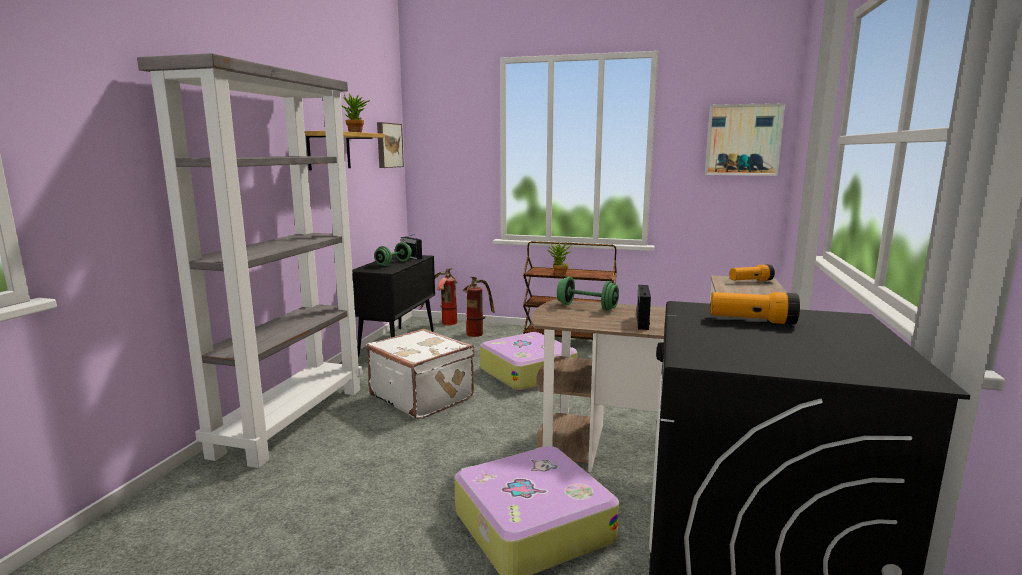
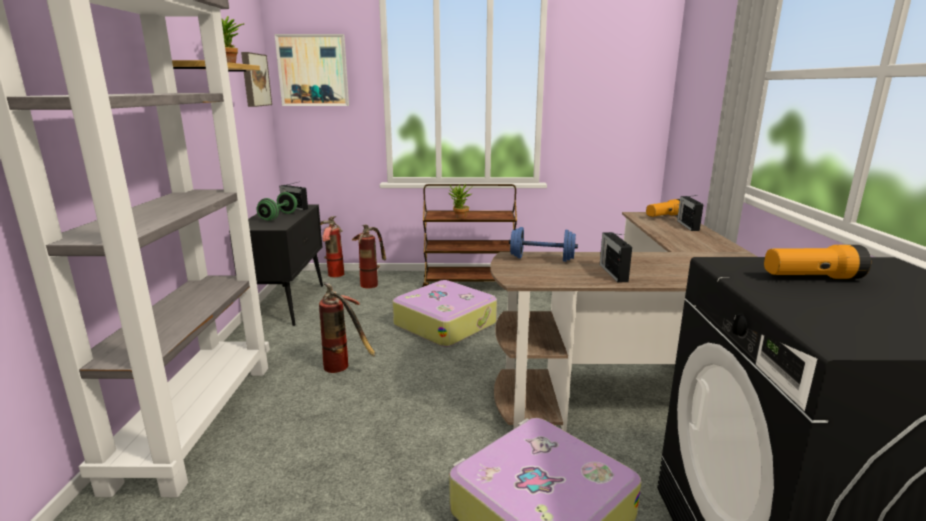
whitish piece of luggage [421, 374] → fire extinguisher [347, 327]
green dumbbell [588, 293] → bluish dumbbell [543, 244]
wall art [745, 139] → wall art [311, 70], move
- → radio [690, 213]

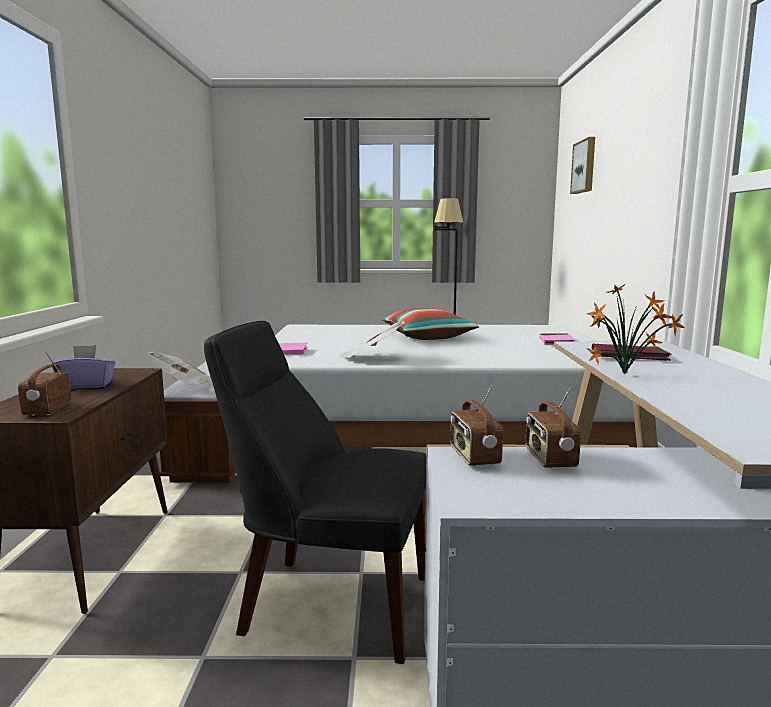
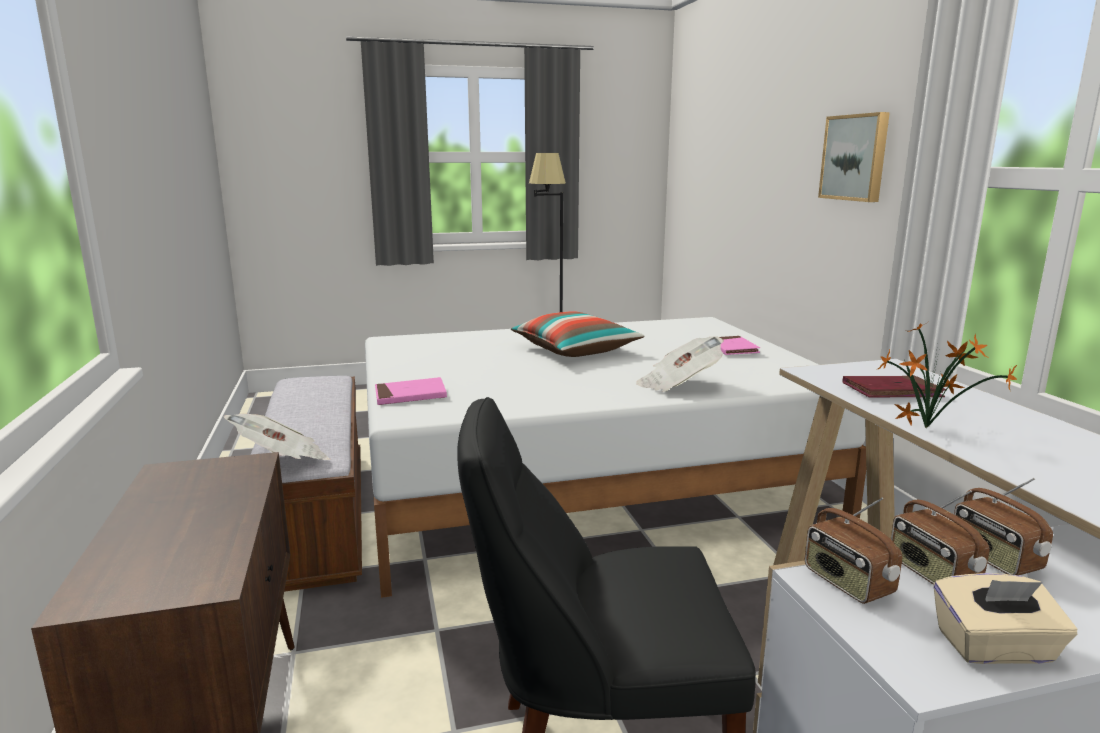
radio [44, 383] → radio [1003, 526], move
purple-coloured tissue holder [83, 367] → -
daily paper [372, 340] → daily paper [680, 364], move
wall art [582, 165] → wall art [854, 157], move
- → beige tissue holder [1005, 618]

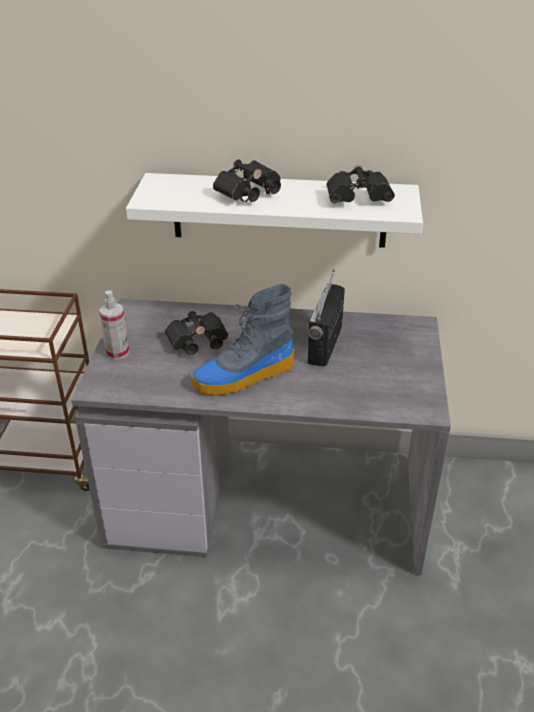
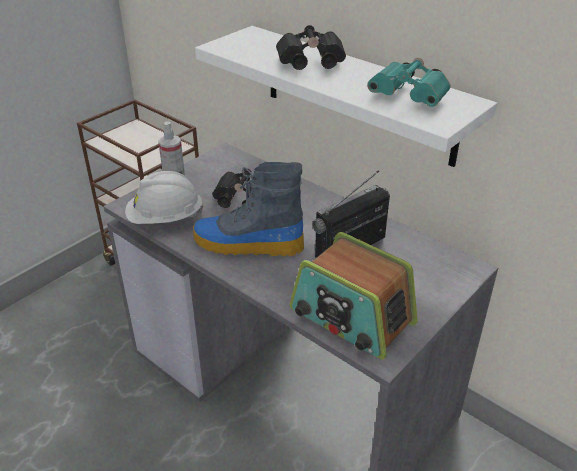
black-coloured binoculars [360, 184] → turquoise-coloured binoculars [408, 82]
- → whitish safety helmet [164, 197]
- → radio [354, 296]

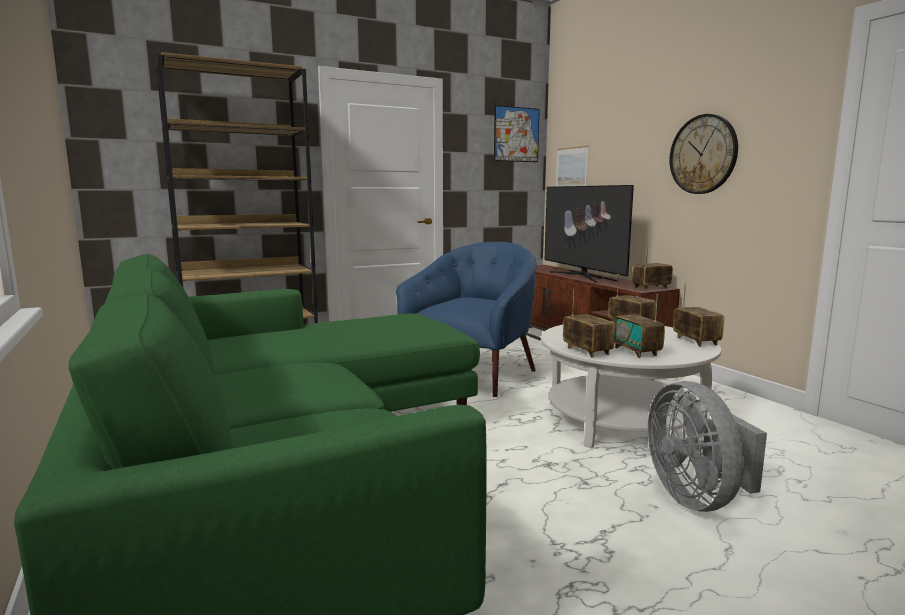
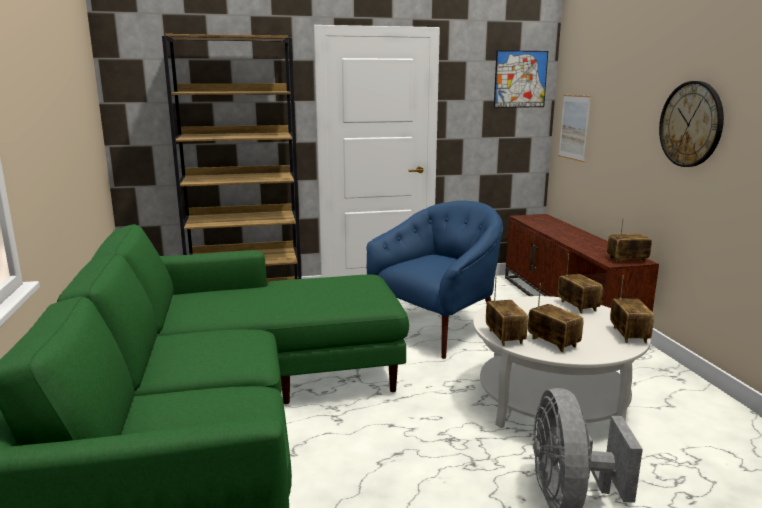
TV set [589, 234] → -
radio [638, 326] → radio [555, 317], 150 degrees clockwise

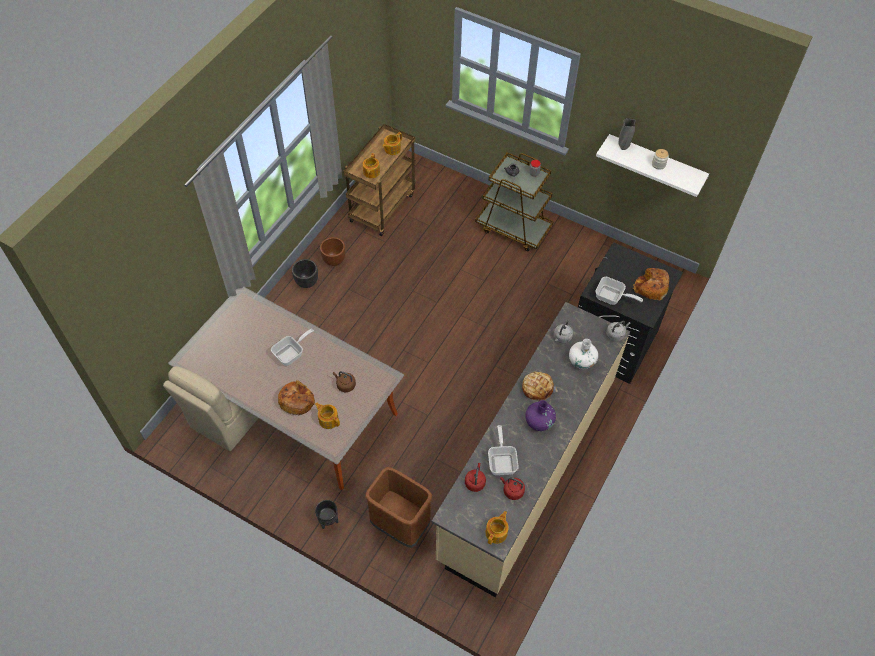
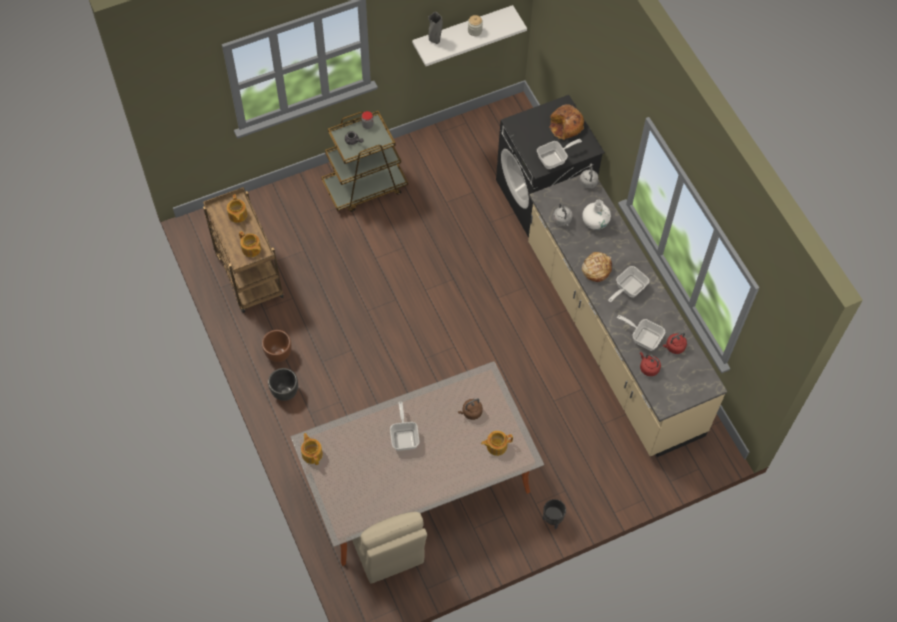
baked bread [296, 398] → -
brown-coloured trash can [398, 507] → -
teapot [497, 528] → teapot [312, 449], move
purple-coloured vase [540, 415] → frying pan [629, 284]

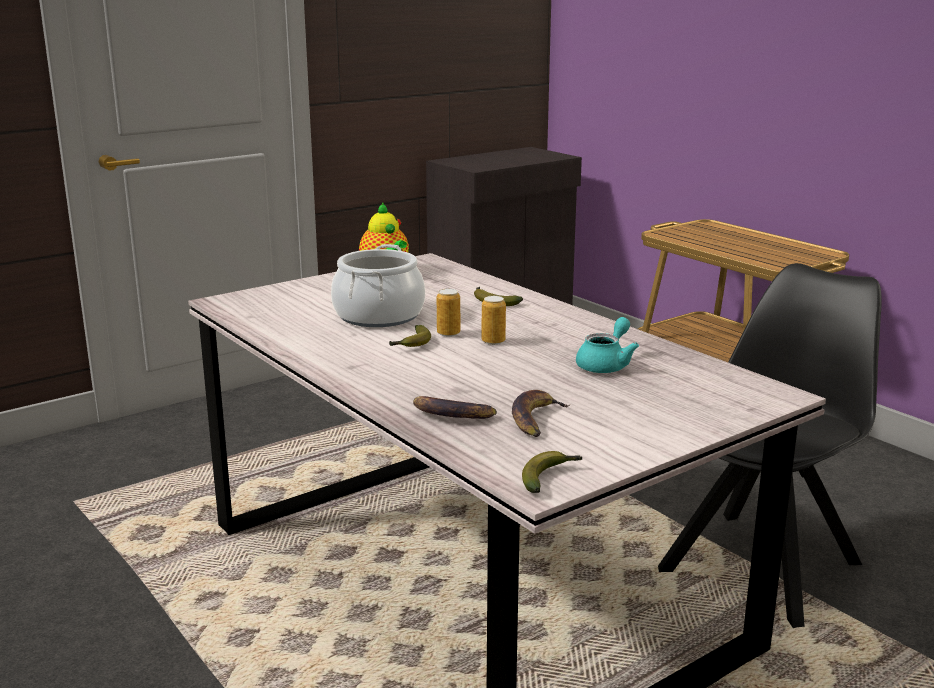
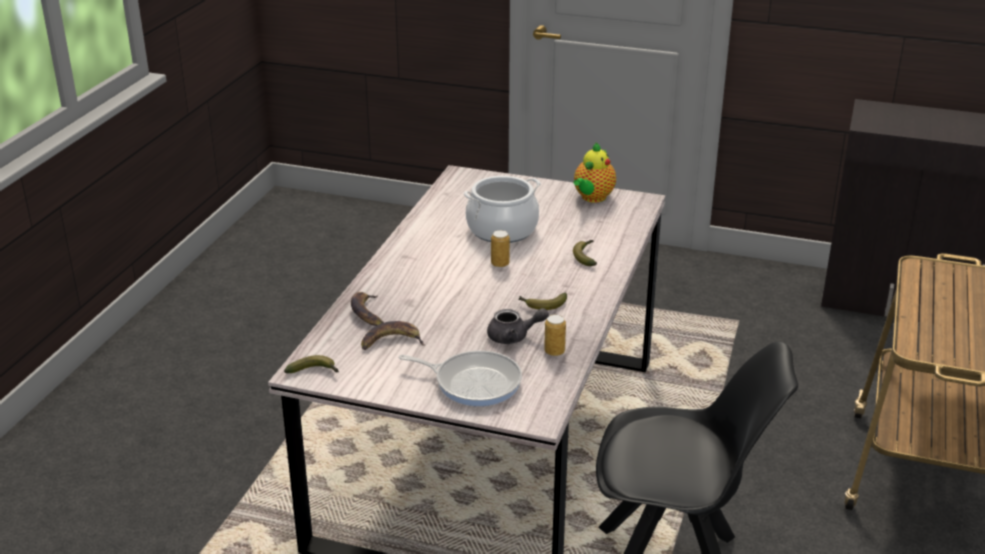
banana [410, 336] → banana [542, 301], move
metal can [494, 320] → metal can [555, 335], move
turquoise-coloured teapot [607, 345] → gray teapot [518, 326]
- → frying pan [460, 378]

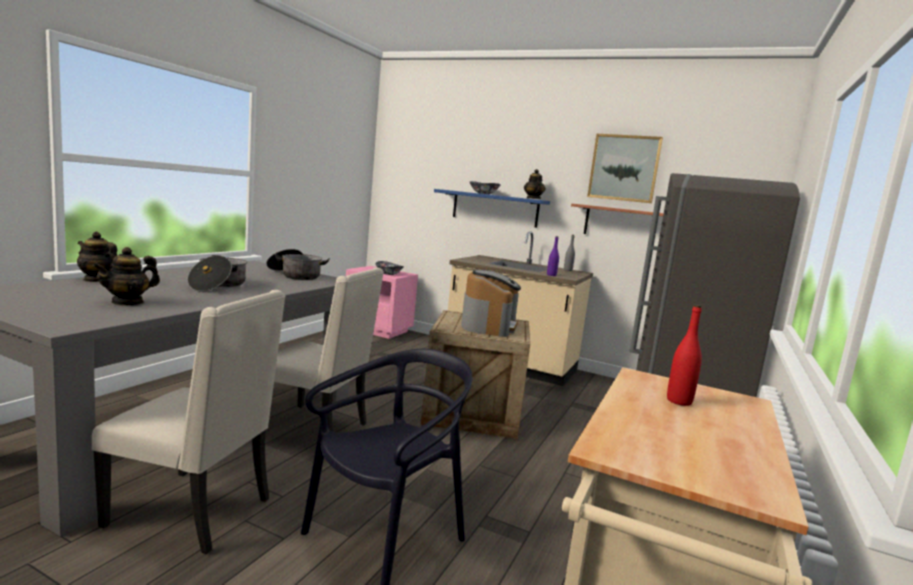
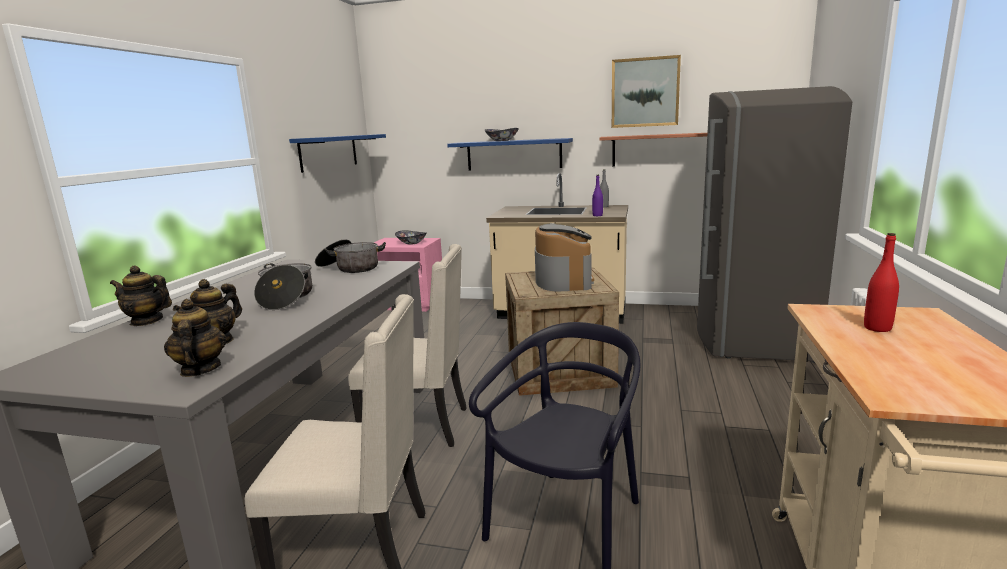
teapot [534, 184] → teapot [195, 338], move
- → bluish wall shelf [337, 153]

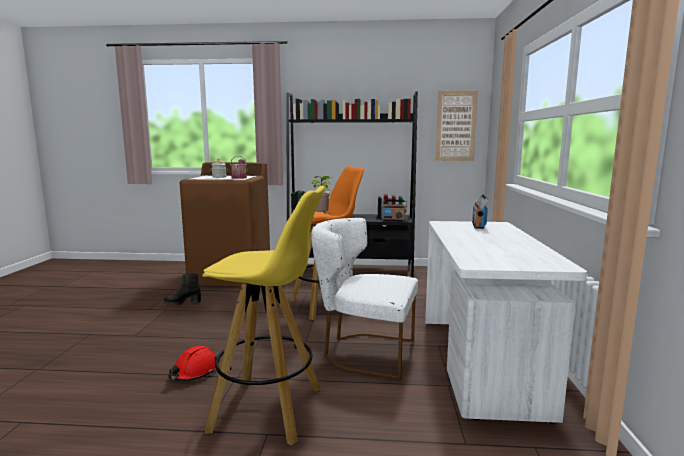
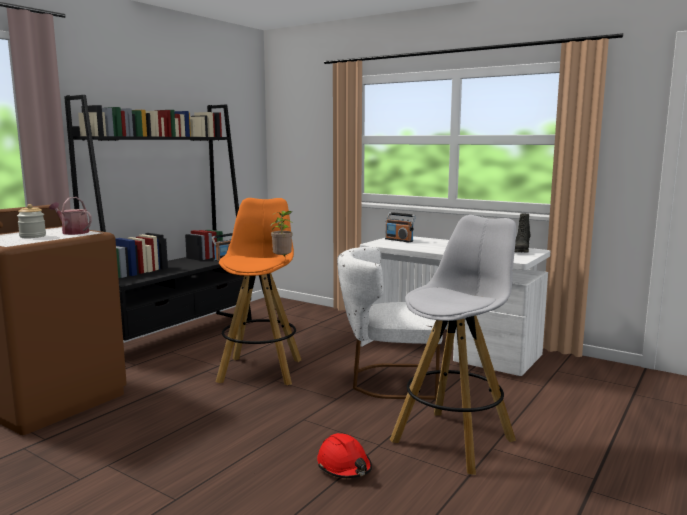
black-coloured tall boot [182, 289] → black-coloured tall boot [522, 233], move
yellowish sitting stool [263, 316] → whitish sitting stool [453, 345]
whitish upright chair [364, 298] → whitish upright chair [390, 323], 45 degrees clockwise
wall art [457, 125] → -

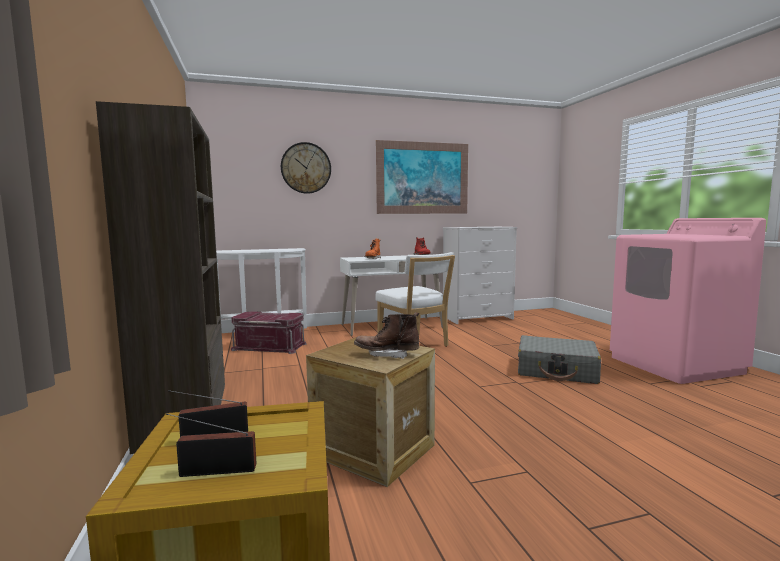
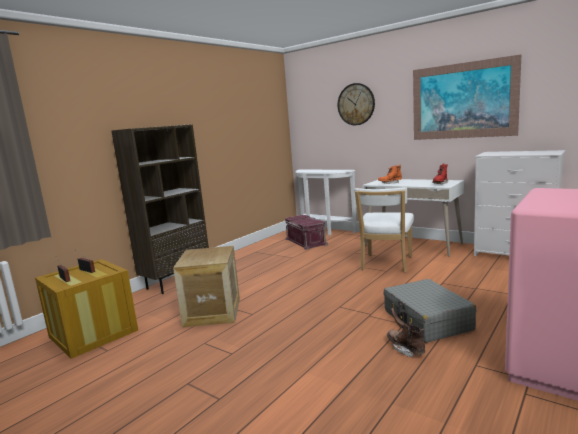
brown-coloured tall boot [386, 335] → brown-coloured tall boot [406, 340], move

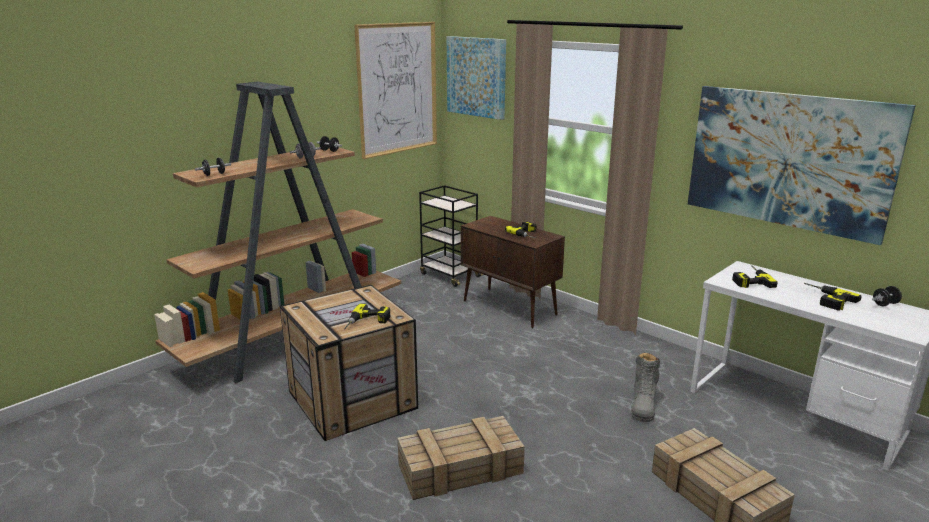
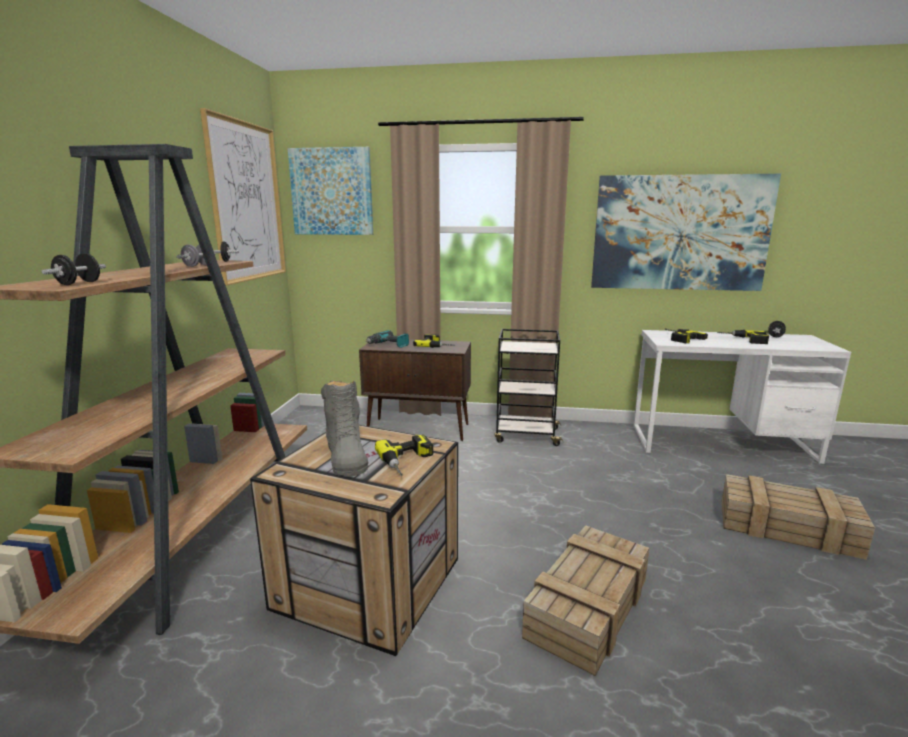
black-coloured wheeled cart [451, 236] → black-coloured wheeled cart [528, 387], move
gray tall boot [645, 387] → gray tall boot [345, 429], move
- → power drill [387, 339]

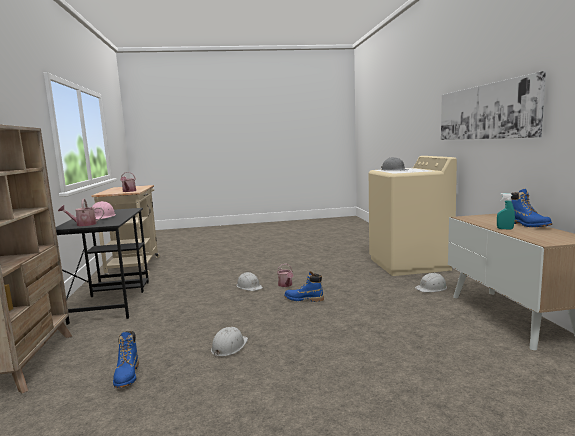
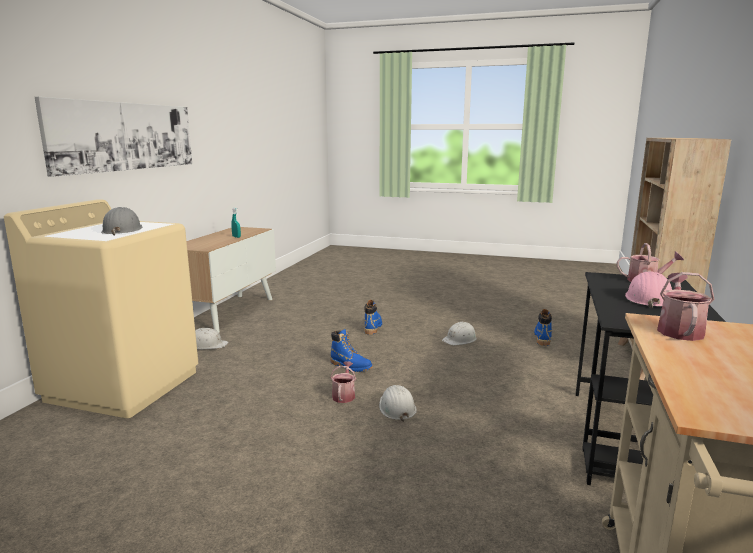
bluish tall boot [531, 208] → bluish tall boot [373, 317], move

